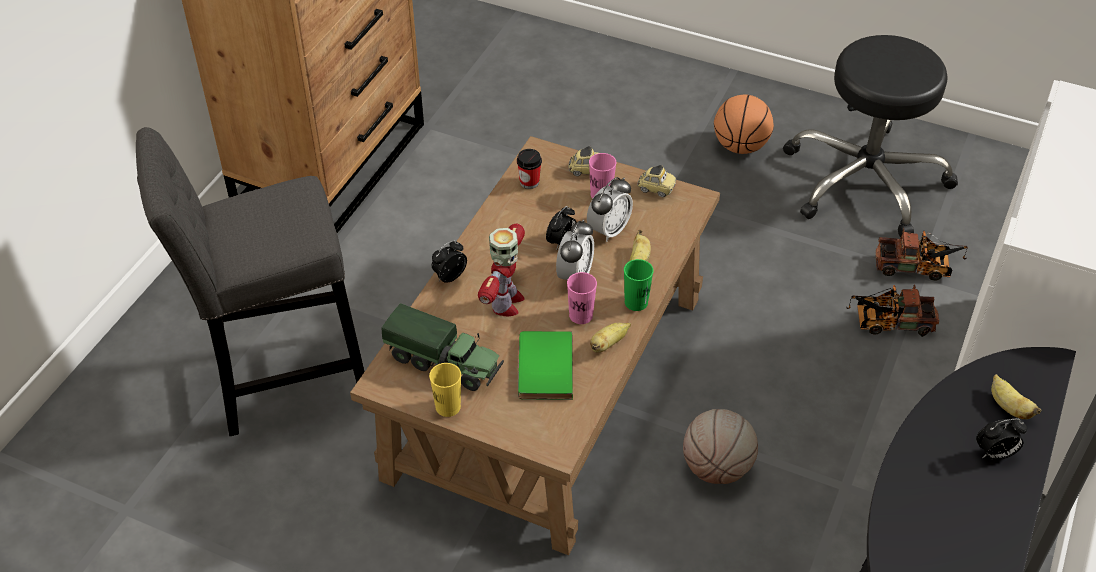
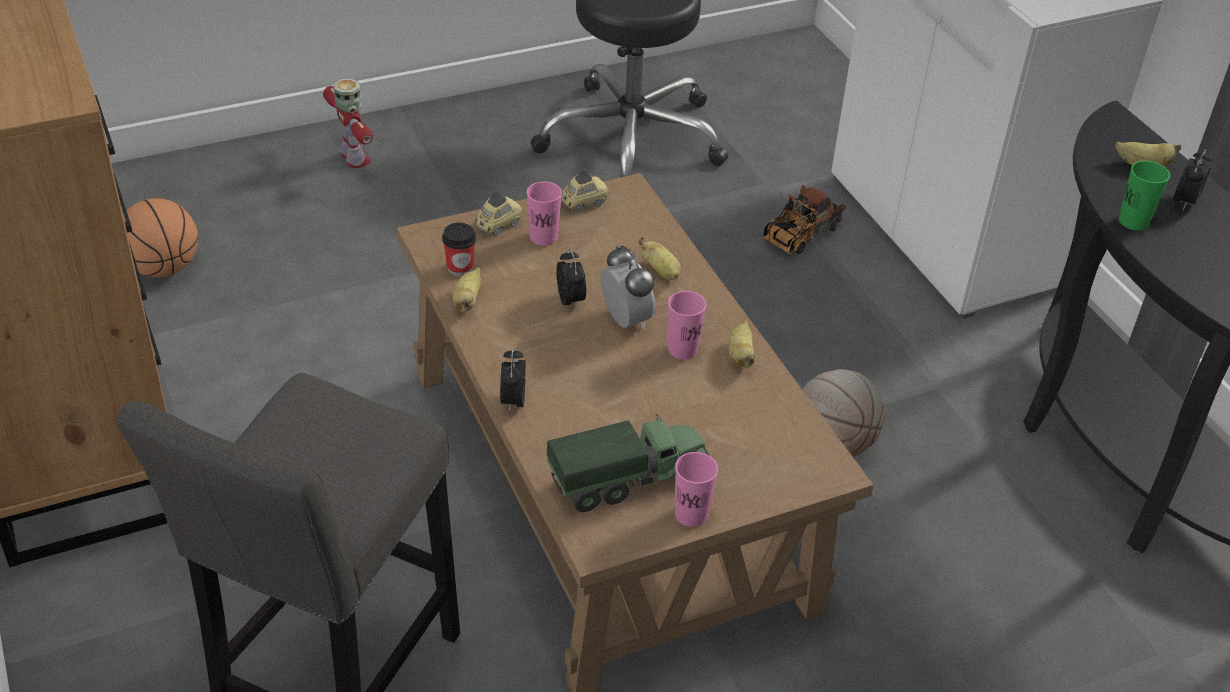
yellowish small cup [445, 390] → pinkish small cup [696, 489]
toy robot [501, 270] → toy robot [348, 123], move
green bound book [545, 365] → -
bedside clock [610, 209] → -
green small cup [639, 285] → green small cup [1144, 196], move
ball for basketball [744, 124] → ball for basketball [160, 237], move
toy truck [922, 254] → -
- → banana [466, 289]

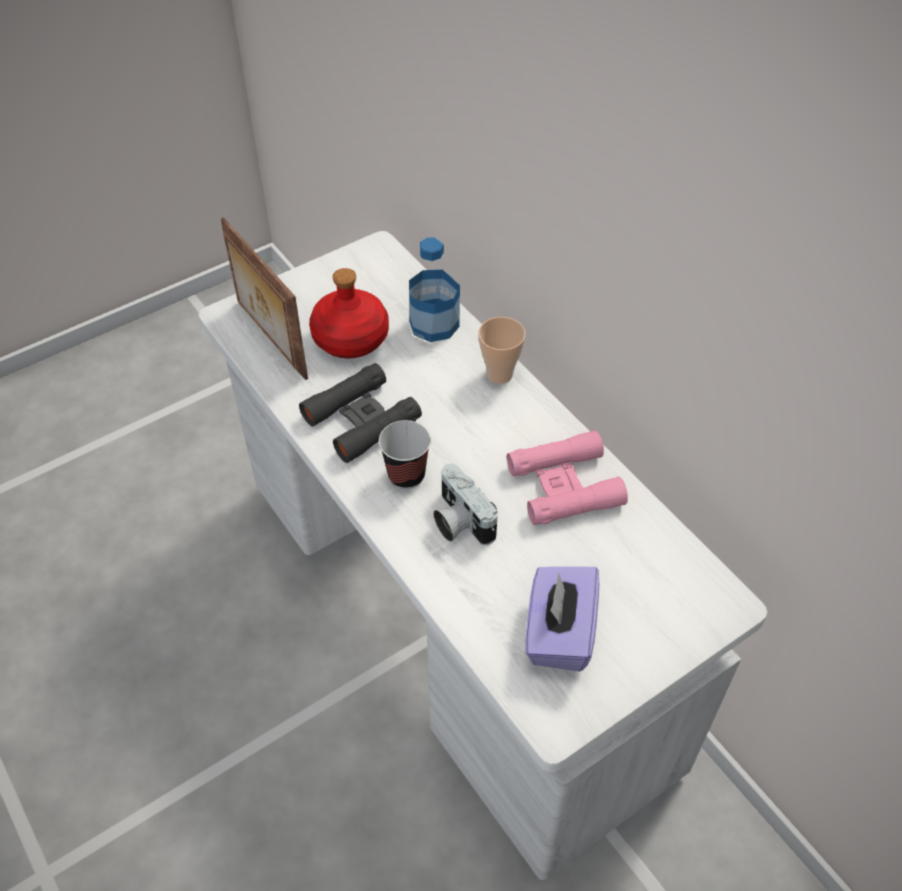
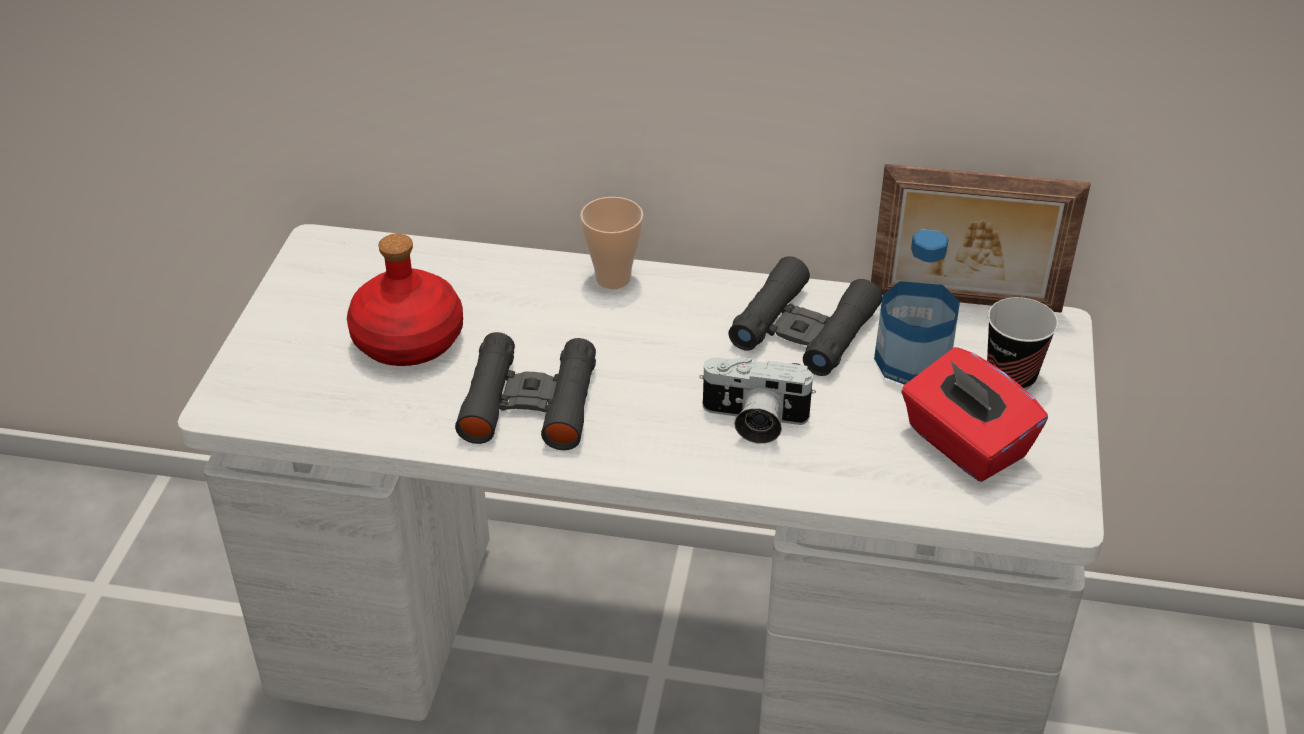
photo frame [264, 298] → photo frame [981, 238], move
small cup [405, 454] → small cup [1022, 343], move
drink bottle [434, 289] → drink bottle [917, 307], move
pinkish binoculars [567, 477] → black-coloured binoculars [805, 316]
purple-coloured tissue holder [562, 619] → red-coloured tissue holder [974, 414]

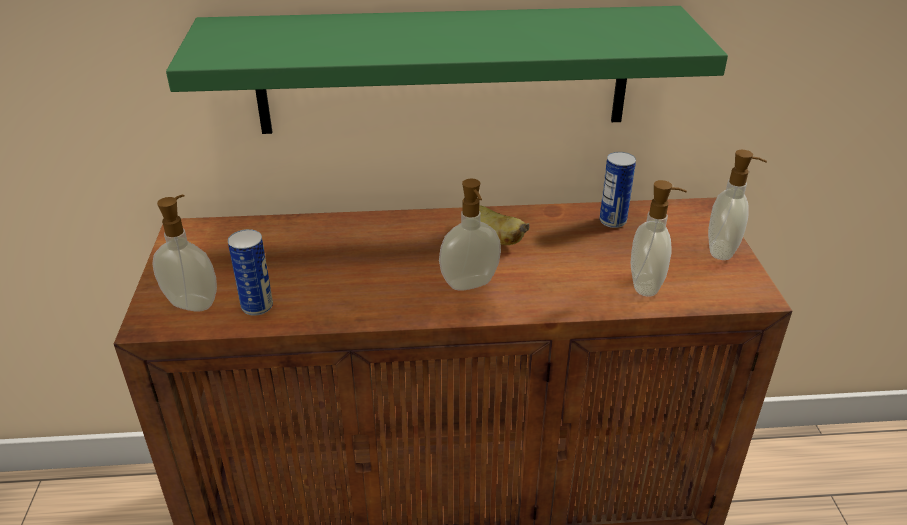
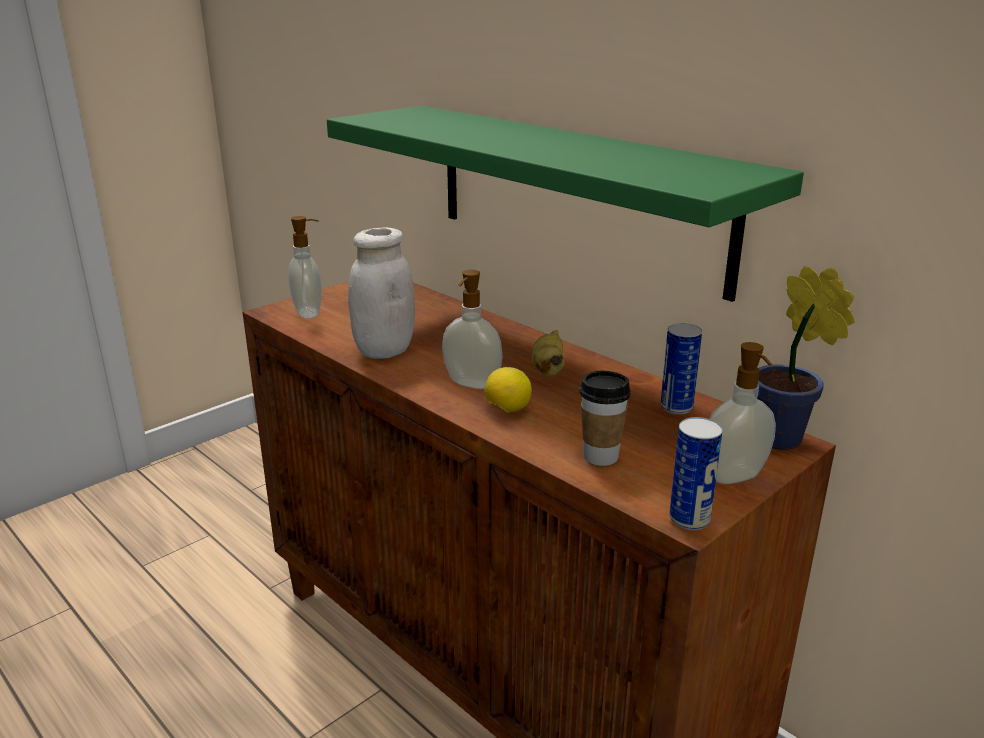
metal can [250, 272] → metal can [696, 473], move
soap dispenser [659, 238] → small cup [605, 418]
- → whitish storage jar [381, 293]
- → lemon [508, 390]
- → potted plant [806, 358]

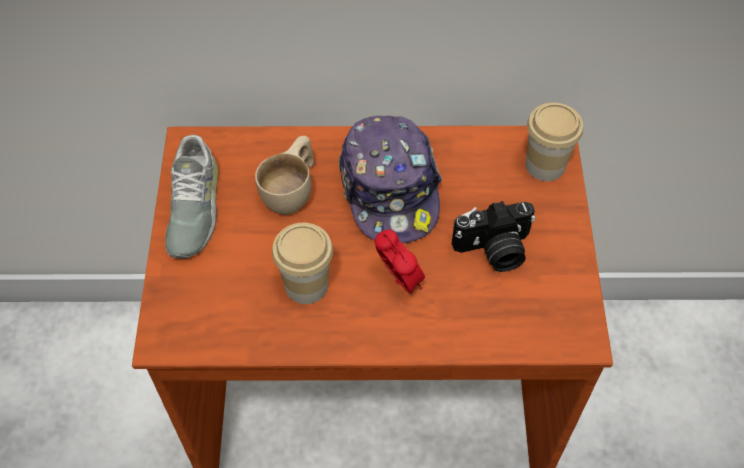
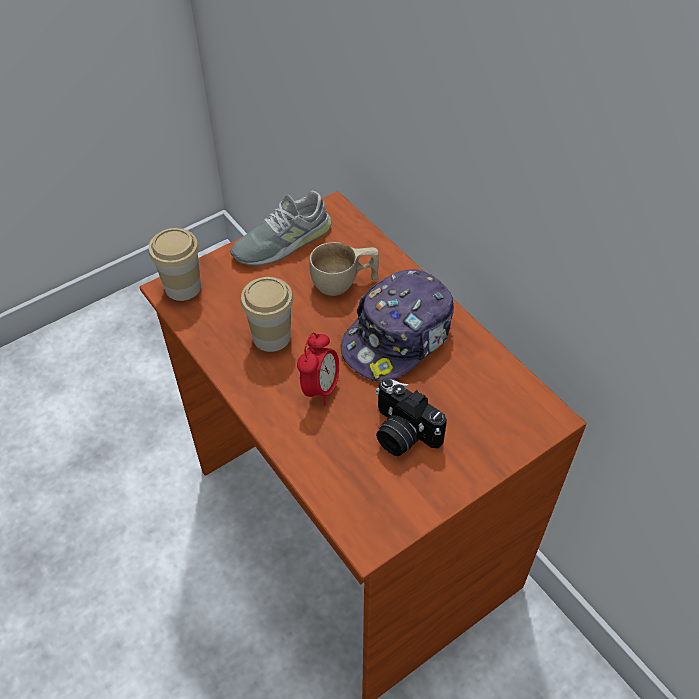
small cup [554, 142] → small cup [175, 264], move

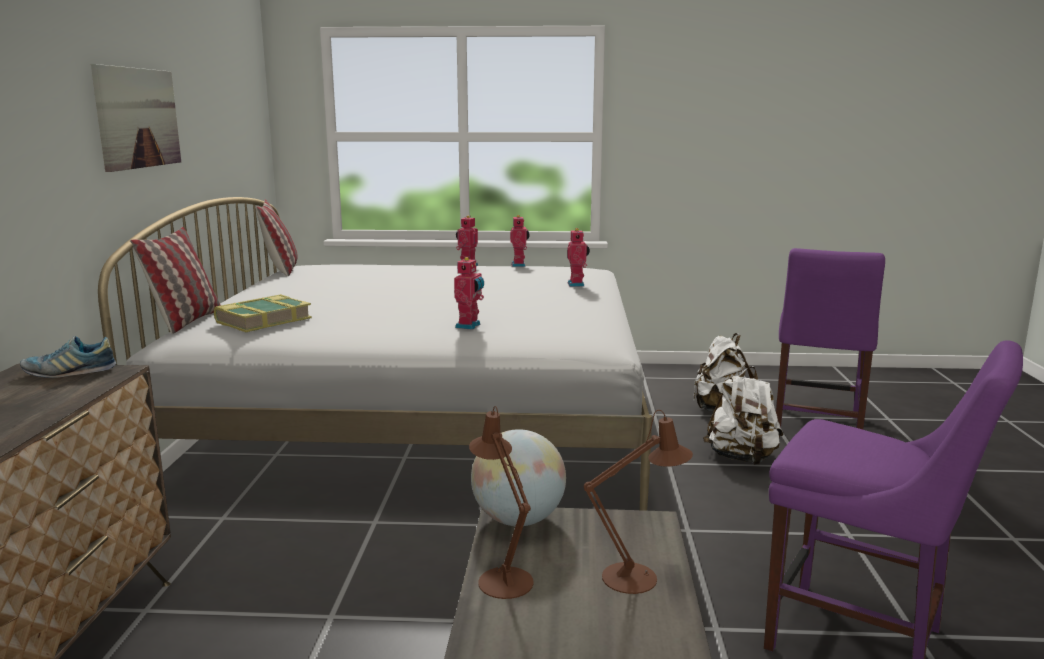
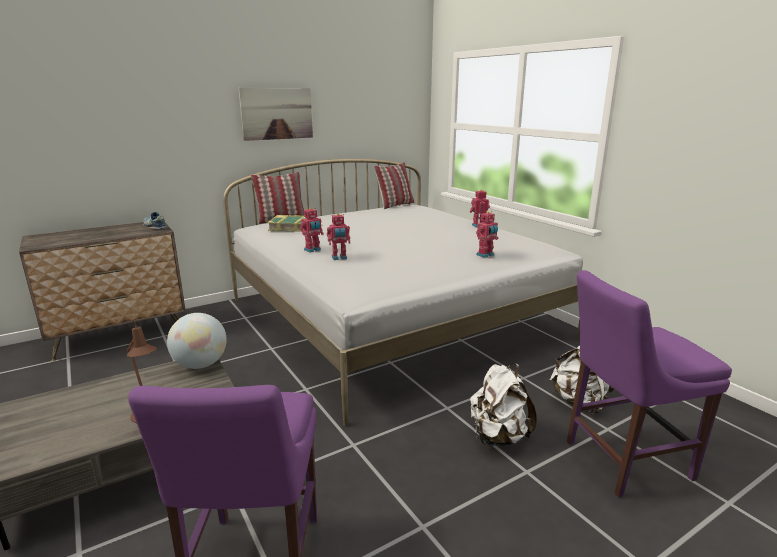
brown-coloured tabletop lamp [501, 502] → -
toy robot [520, 241] → toy robot [312, 230], move

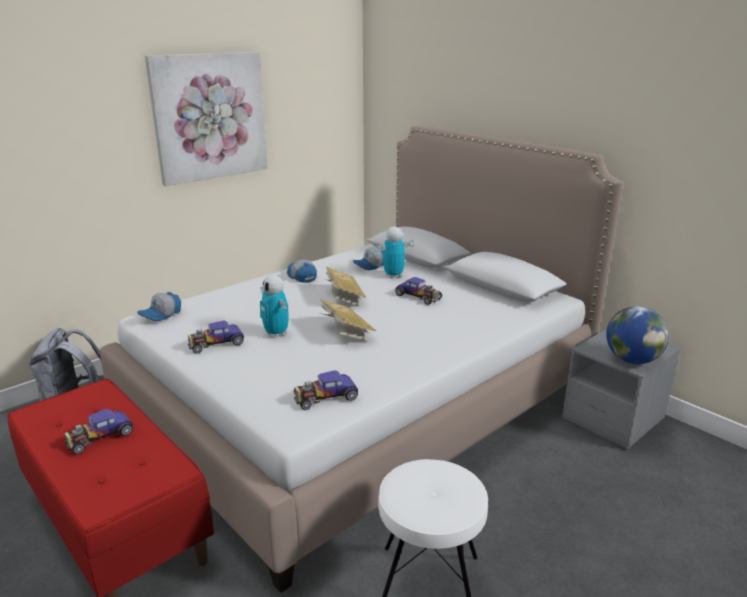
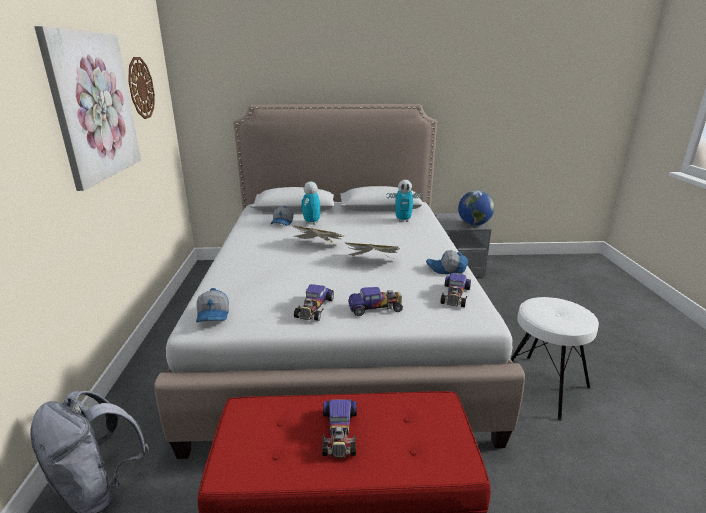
toy robot [274, 306] → toy robot [404, 201], move
baseball cap [302, 271] → baseball cap [447, 262], move
model car [418, 291] → model car [375, 301], move
- → wall clock [141, 88]

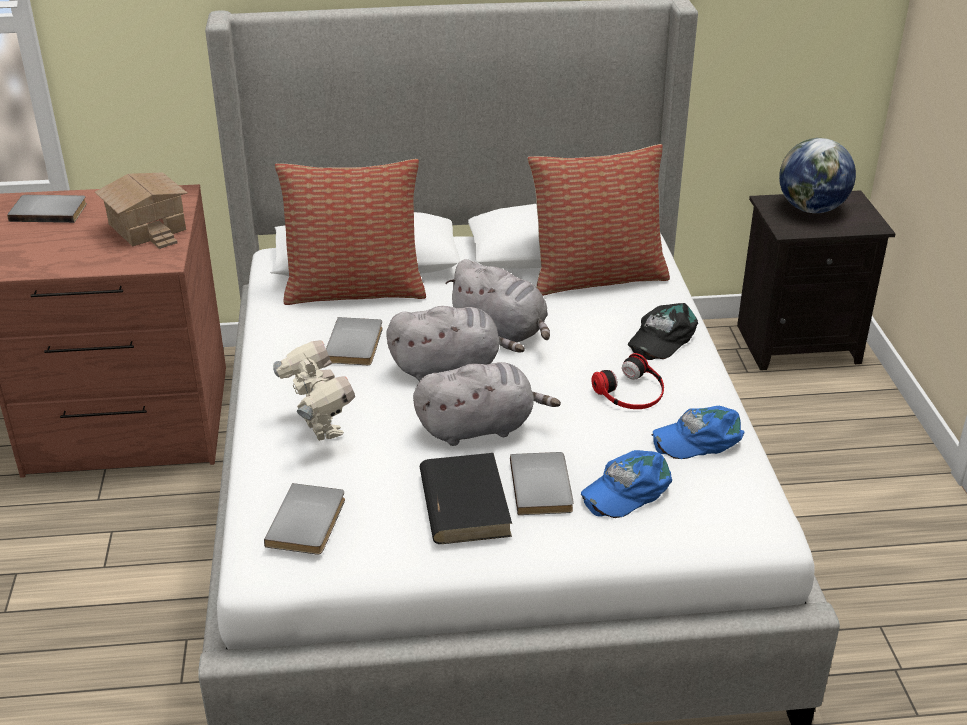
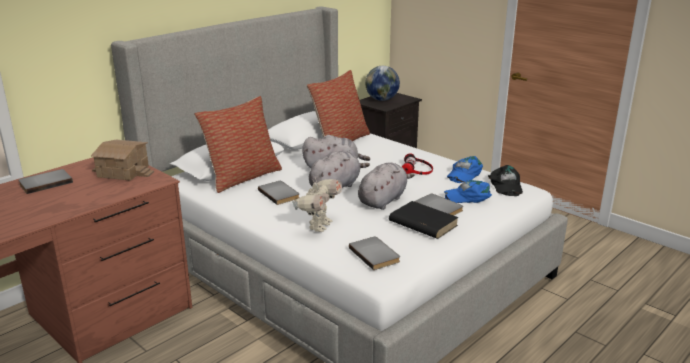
toy robot [314, 390] → toy robot [317, 205], 90 degrees clockwise
bluish baseball cap [626, 484] → bluish baseball cap [468, 191], 75 degrees clockwise
black-coloured baseball cap [663, 331] → black-coloured baseball cap [505, 180], move

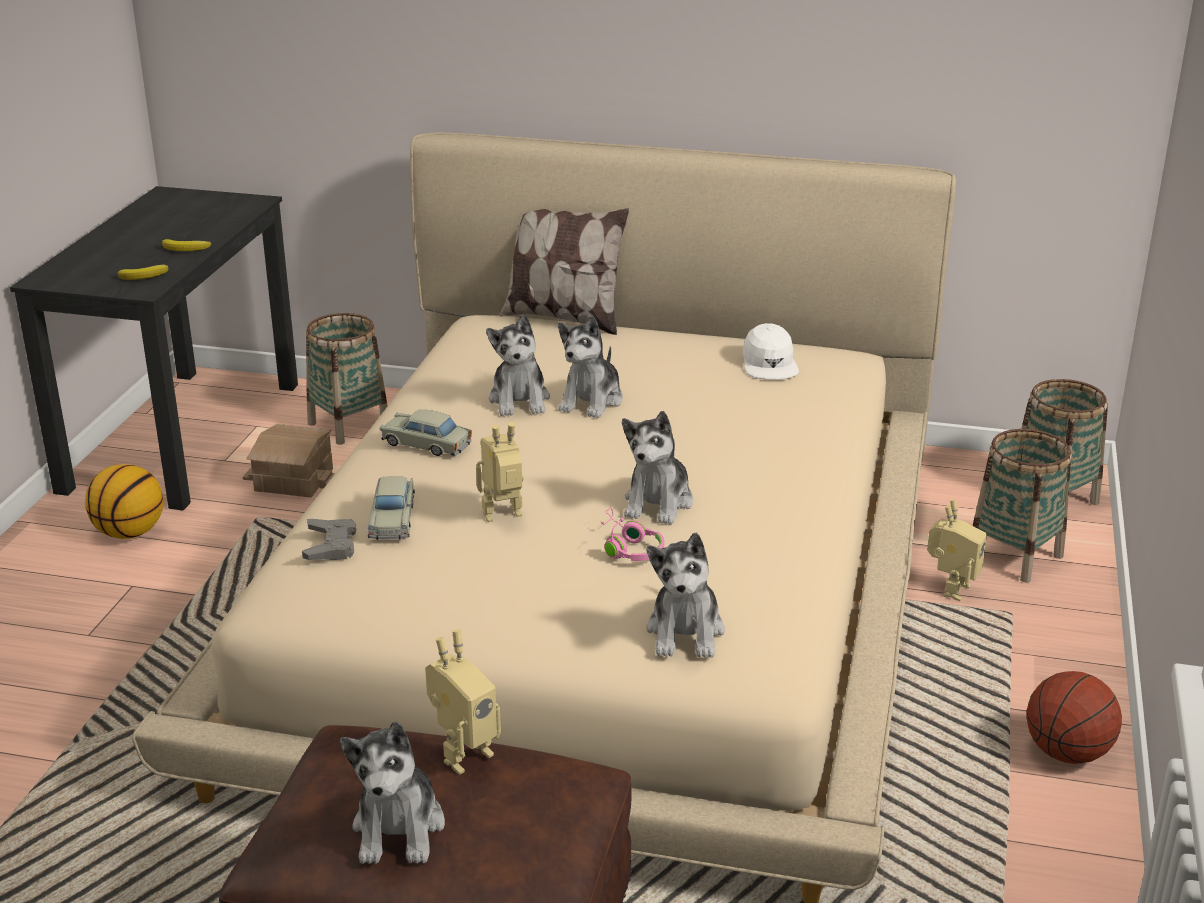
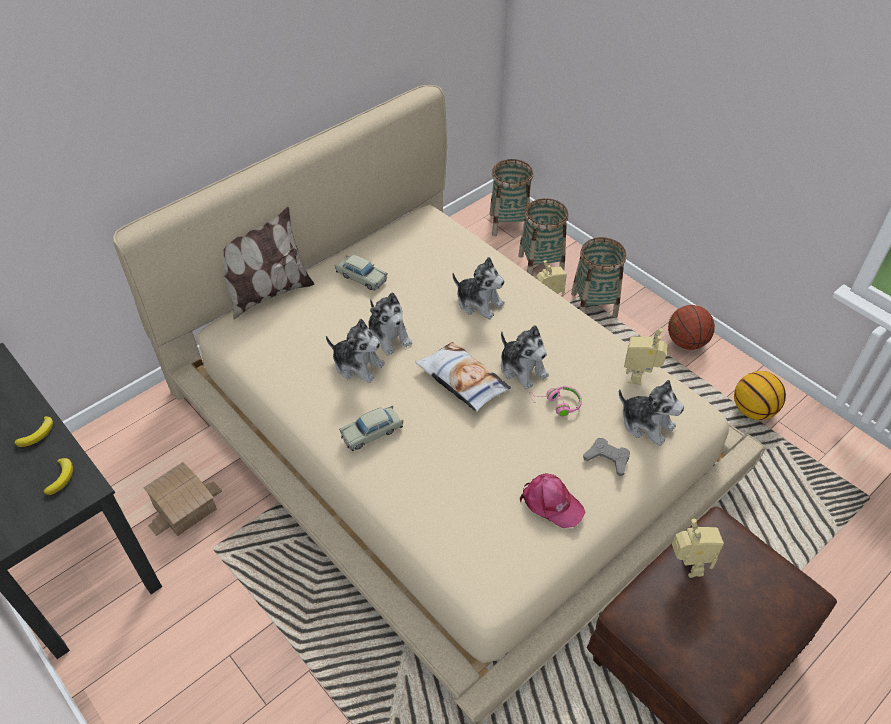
ball for basketball [124, 501] → ball for basketball [760, 395], move
gray game controller [329, 539] → gray game controller [606, 457], move
storage basket [346, 379] → storage basket [599, 277], move
cuddly toy [392, 792] → cuddly toy [478, 288], move
beige model car [391, 508] → beige model car [361, 272], move
toy robot [499, 472] → toy robot [646, 356], move
whitish baseball cap [770, 351] → -
- → throw pillow [463, 377]
- → pinkish baseball cap [552, 500]

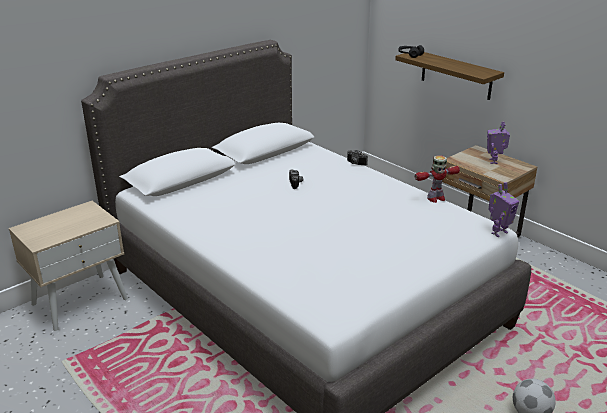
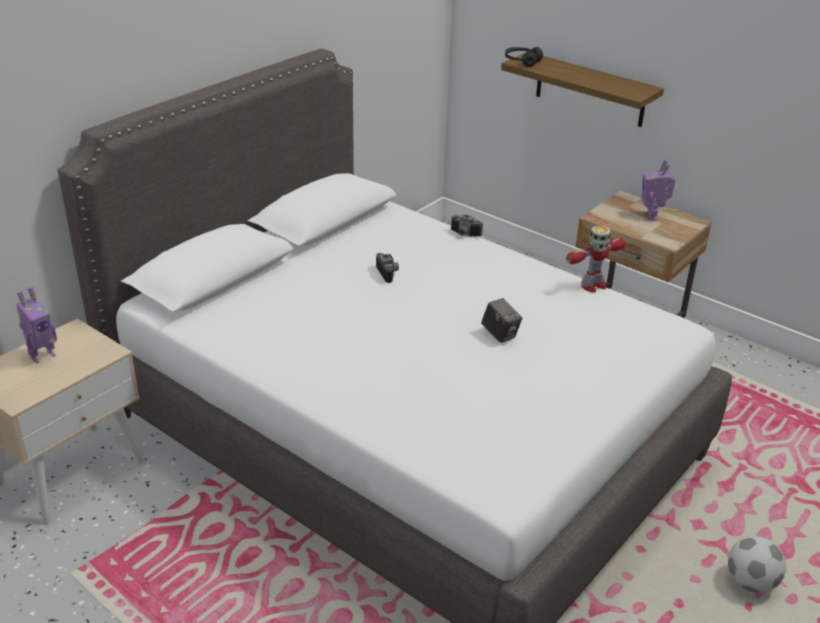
toy robot [503, 209] → toy robot [36, 325], move
- → photo camera [502, 320]

